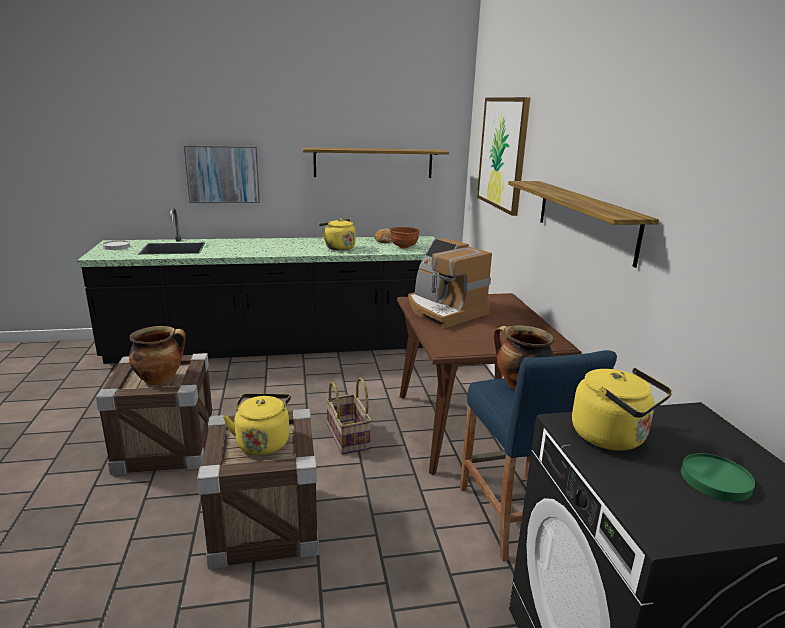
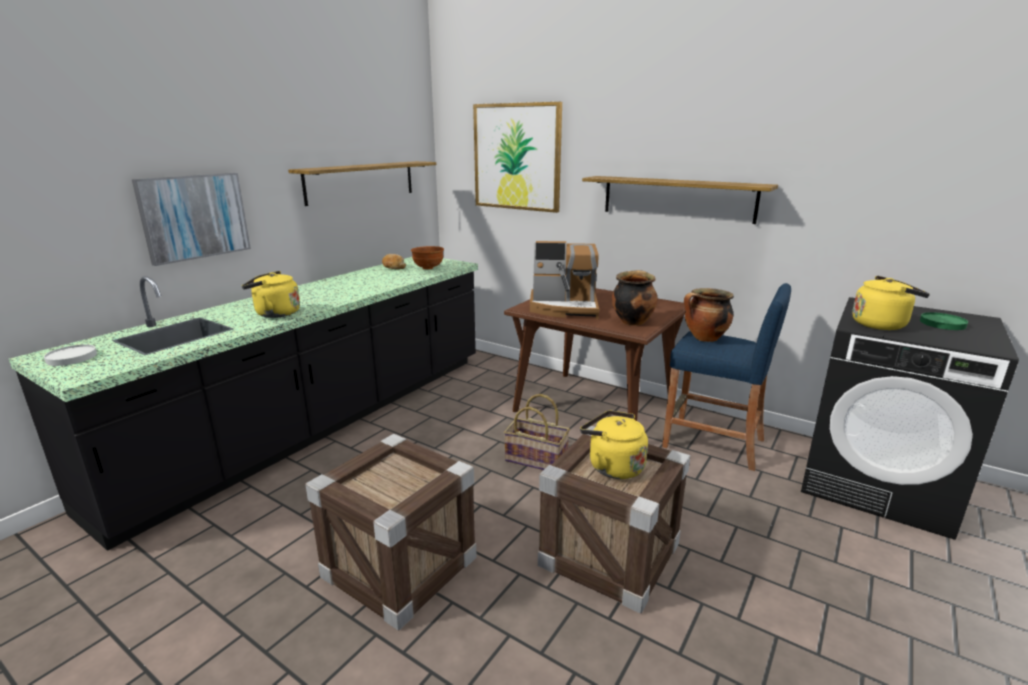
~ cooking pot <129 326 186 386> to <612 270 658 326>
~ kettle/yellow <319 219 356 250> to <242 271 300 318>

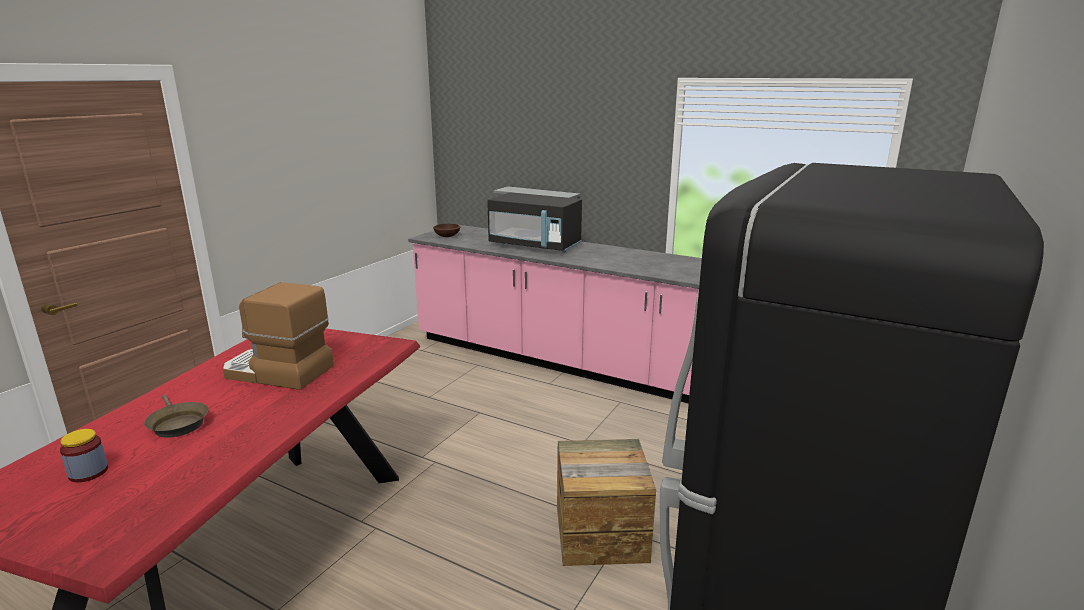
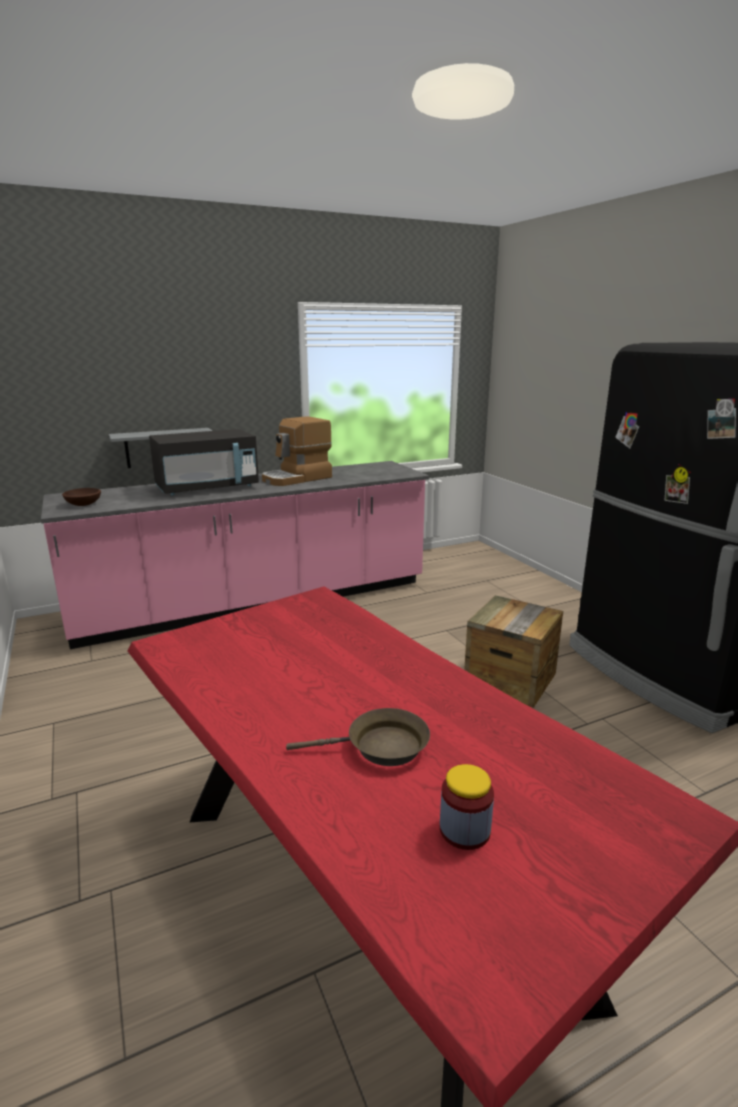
~ coffee machine <223 282 334 390> to <262 416 332 486>

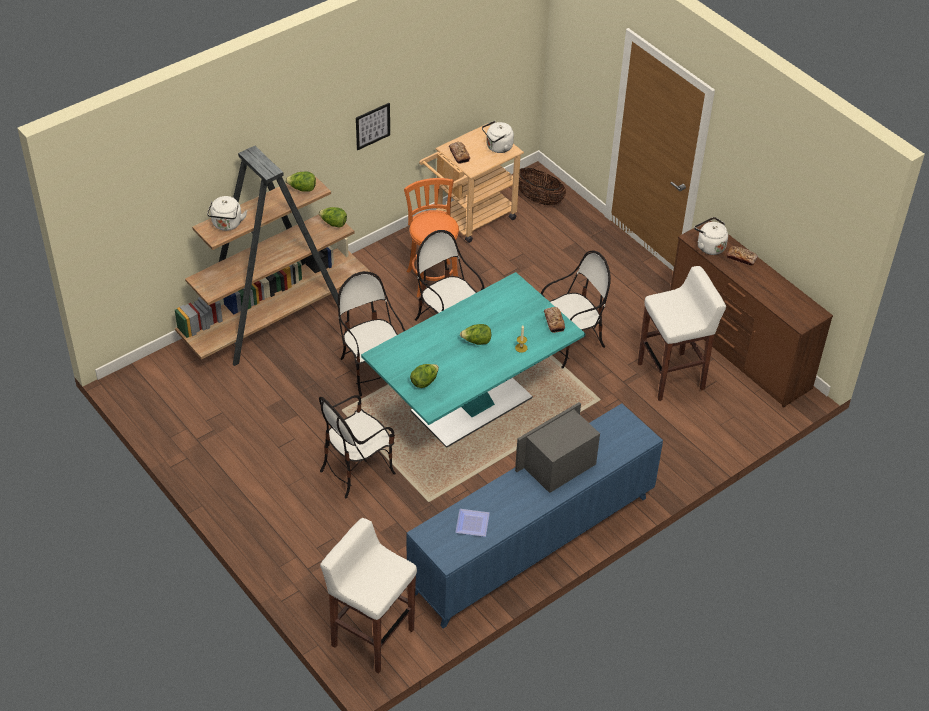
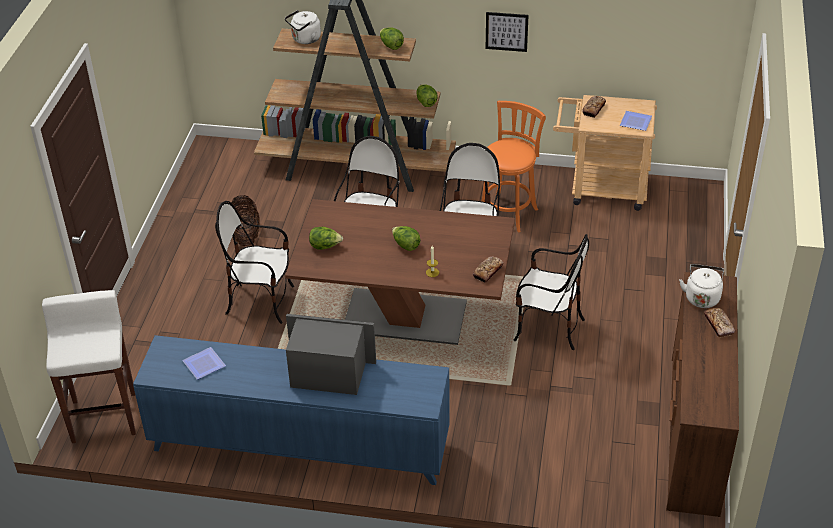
- stool/white <638 266 726 401>
~ basket <518 168 566 206> to <231 195 260 246>
~ kettle/white <482 121 514 153> to plate <620 111 652 131>
~ dining table/turquoise <361 272 586 448> to dining table/brown <285 199 515 345>

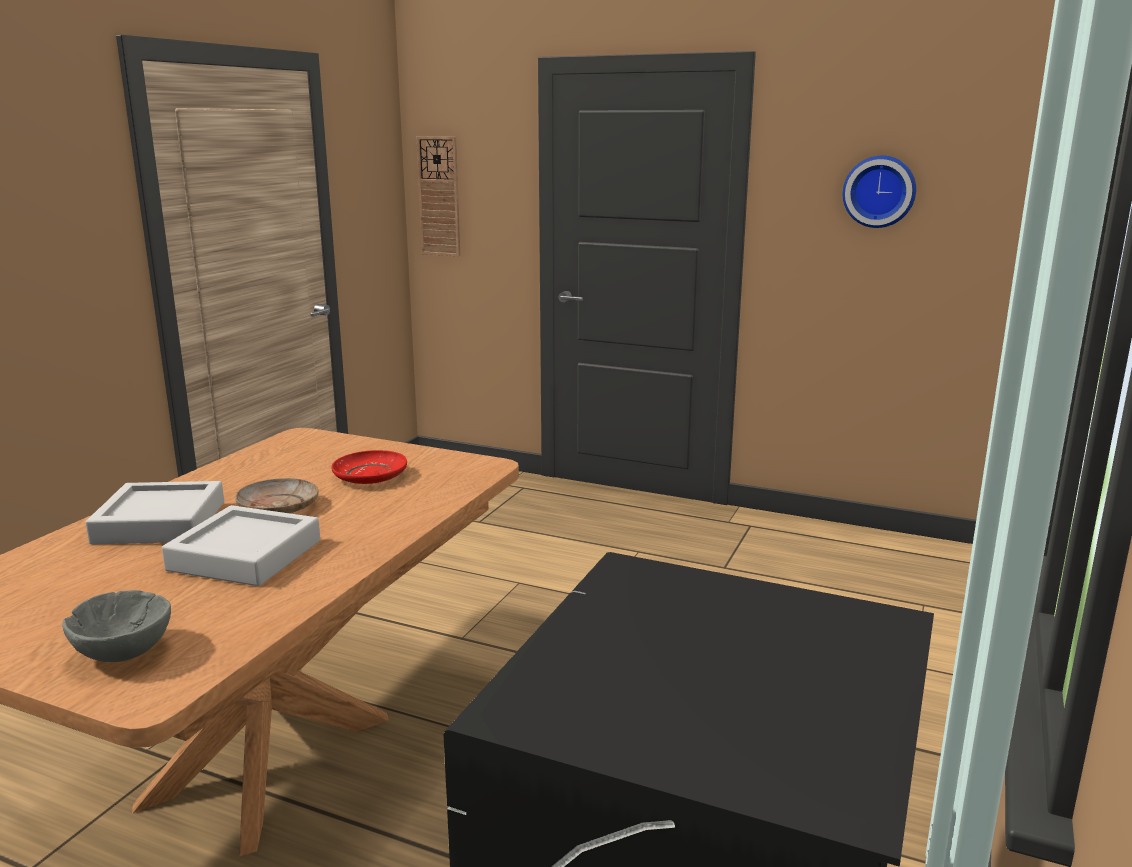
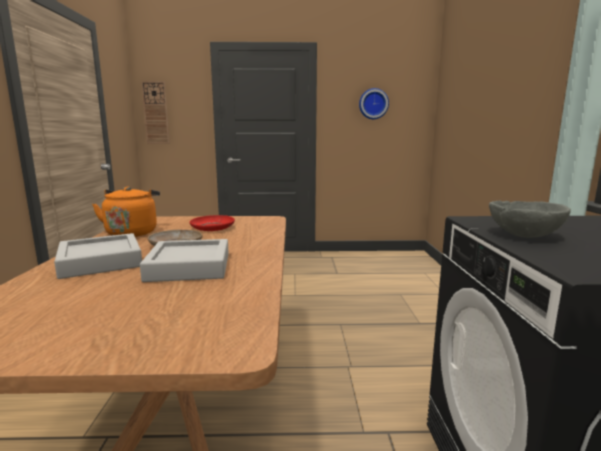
+ kettle/orange <92 186 160 237>
~ bowl/grey <62 590 171 662> to <489 201 571 238>

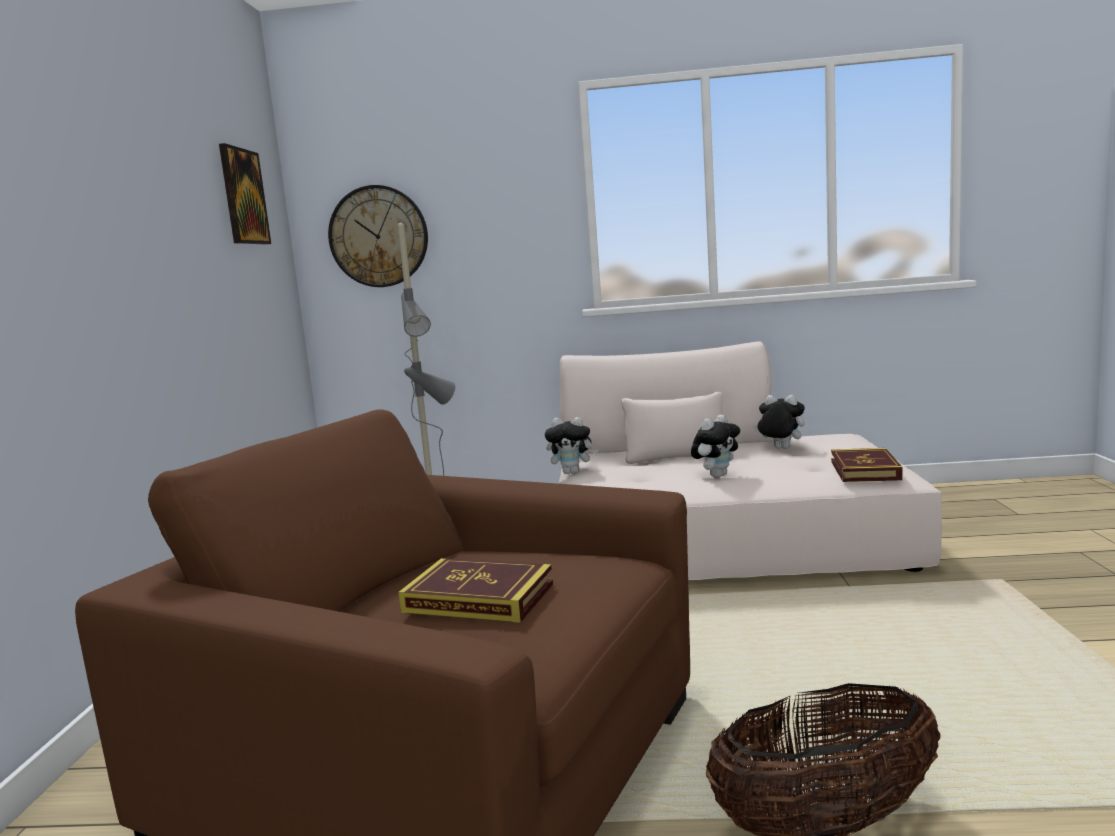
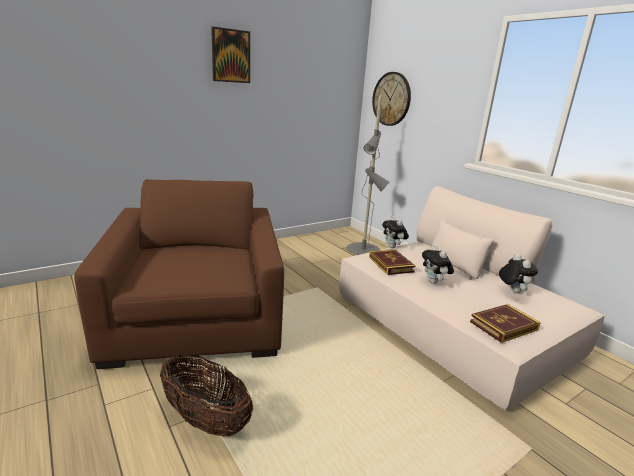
~ picture <219 143 271 244> to <211 27 250 83>
~ book <399 558 553 623> to <369 249 415 275>
~ plush toy <691 414 740 478> = <422 245 454 284> 60 degrees clockwise

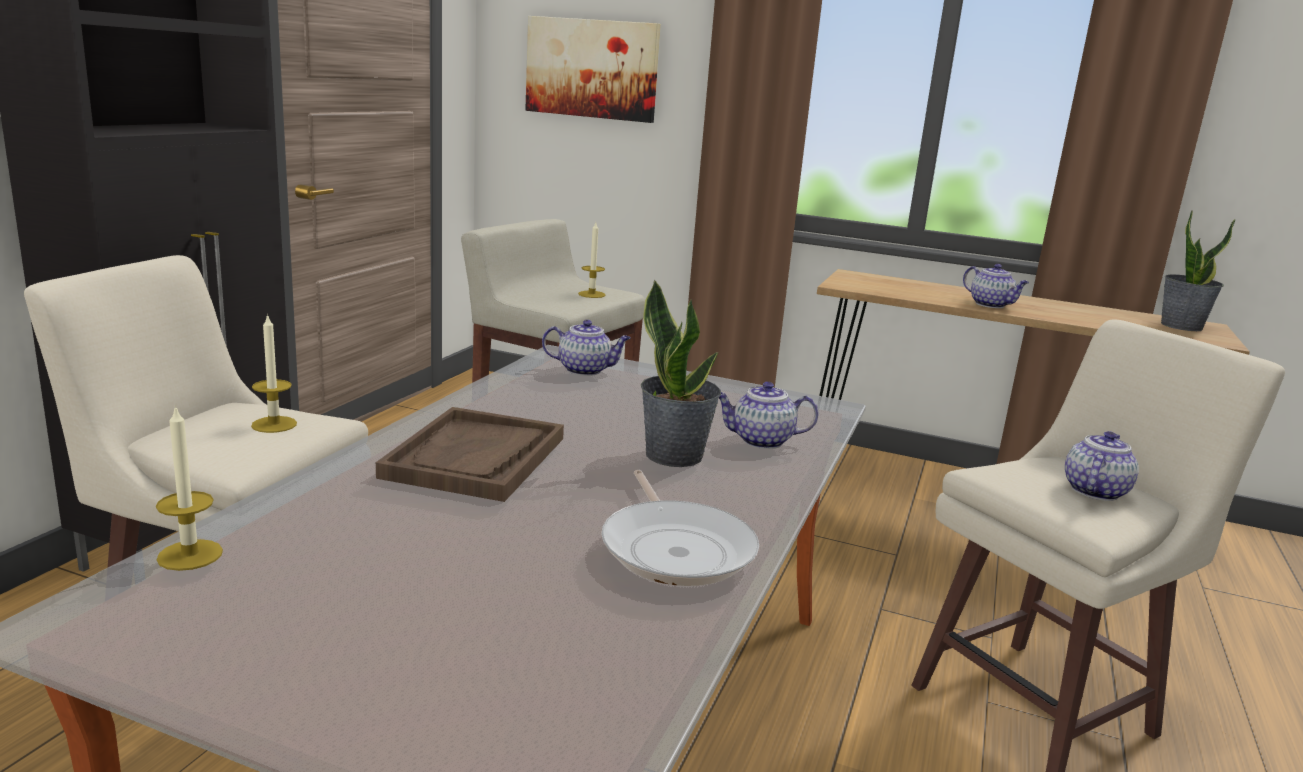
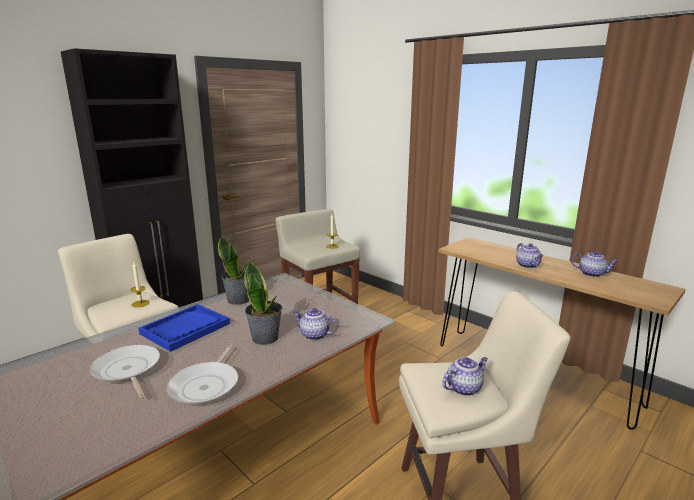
- candle <156 405 223 571>
- picture <525 16 661 123>
+ frying pan <90 345 160 399>
~ teapot <542 320 631 376> to <571 251 619 277>
~ potted plant <1161 210 1236 331> to <218 236 249 305>
~ tray/brown <376 407 564 502> to tray/blue <138 304 230 352>

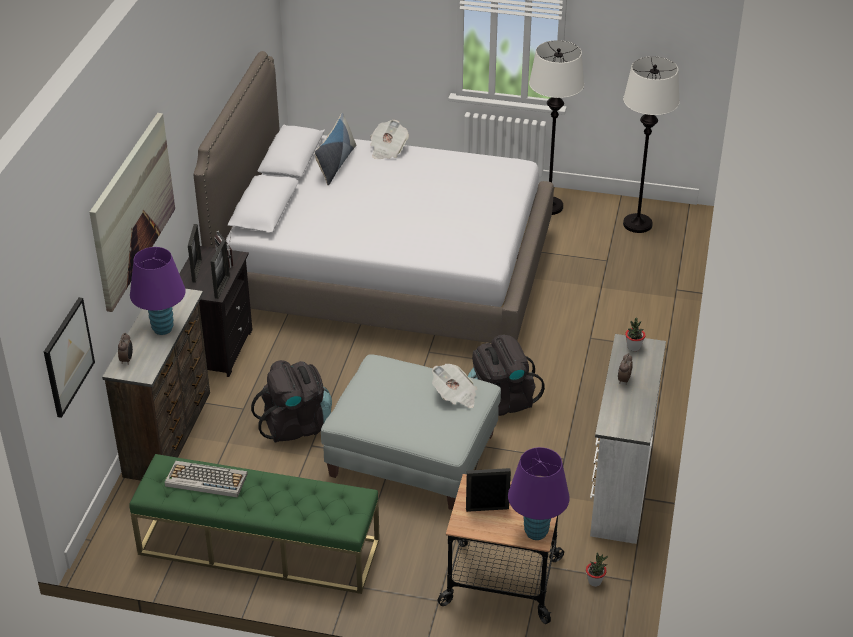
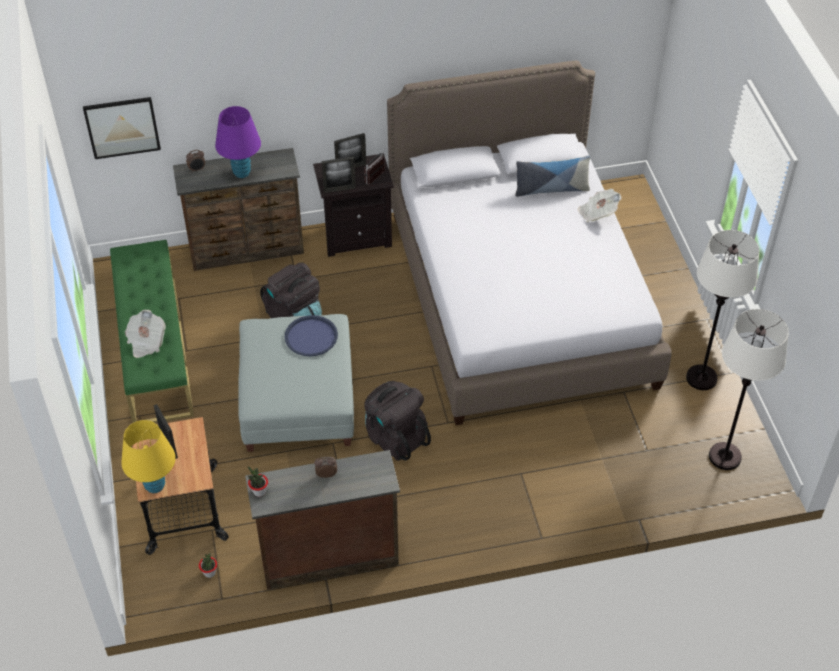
- picture <89 113 175 312>
- keyboard <165 461 248 498>
+ tray/blue <285 315 338 356>
~ newspaper <432 364 477 408> to <125 310 166 358>
~ potted plant <625 318 646 351> to <248 466 268 497>
~ table lamp/purple <508 447 570 540> to table lamp/yellow <121 420 176 493>
~ dresser/white <590 334 666 544> to dresser/brown <245 450 400 590>

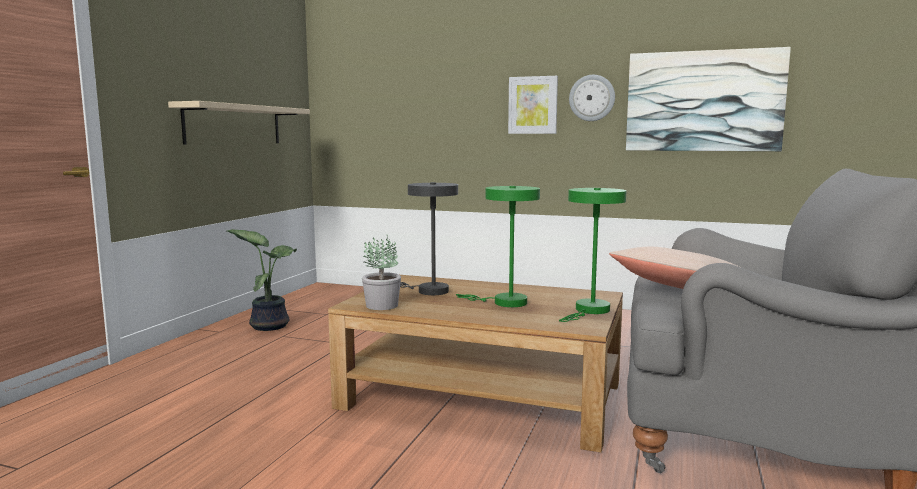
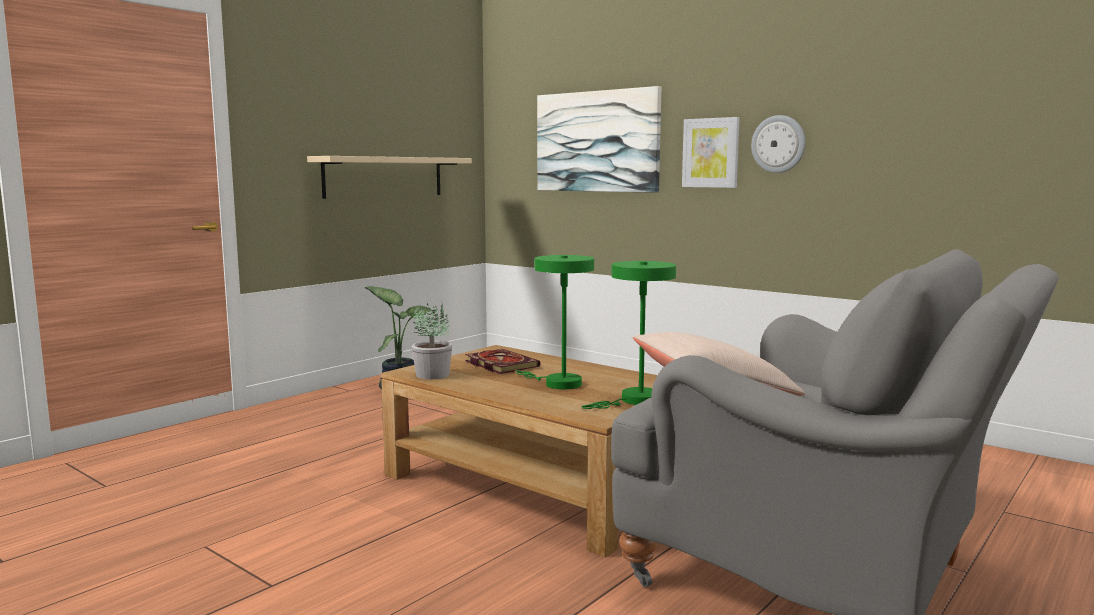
~ picture <626 47 791 151> to <537 86 661 193>
~ table lamp/grey <400 182 458 295> to book <465 349 540 374>

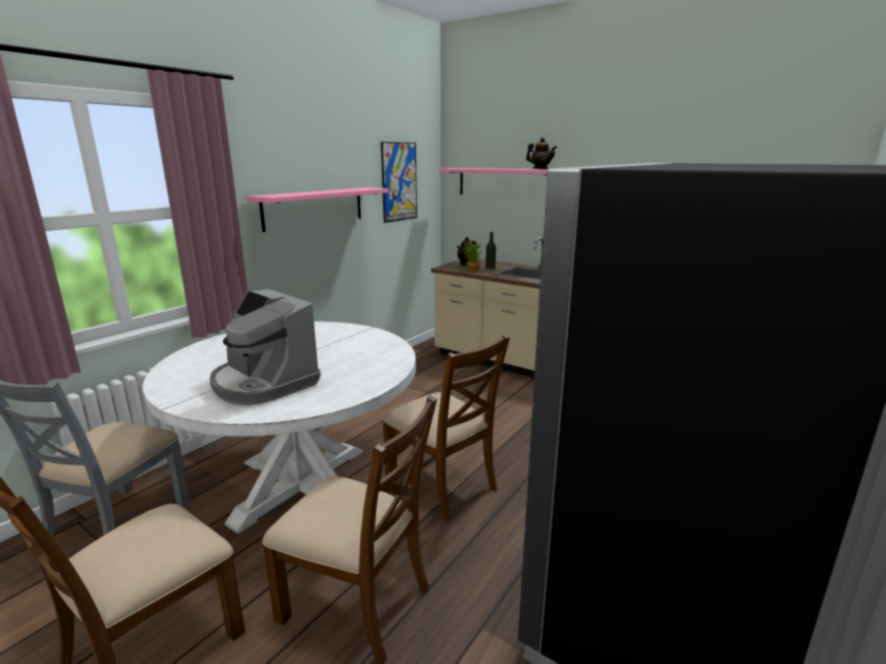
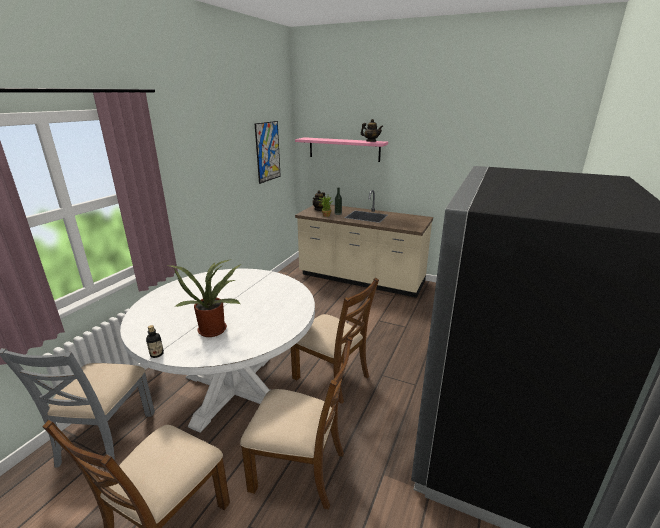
- shelf/pink <247 187 389 232>
+ bottle <146 325 164 358>
~ coffee machine <210 289 321 405> to potted plant <167 259 241 337>

